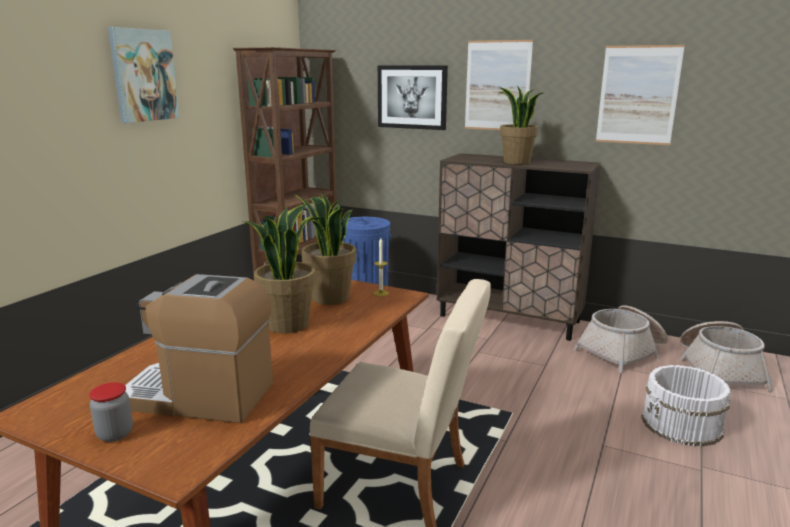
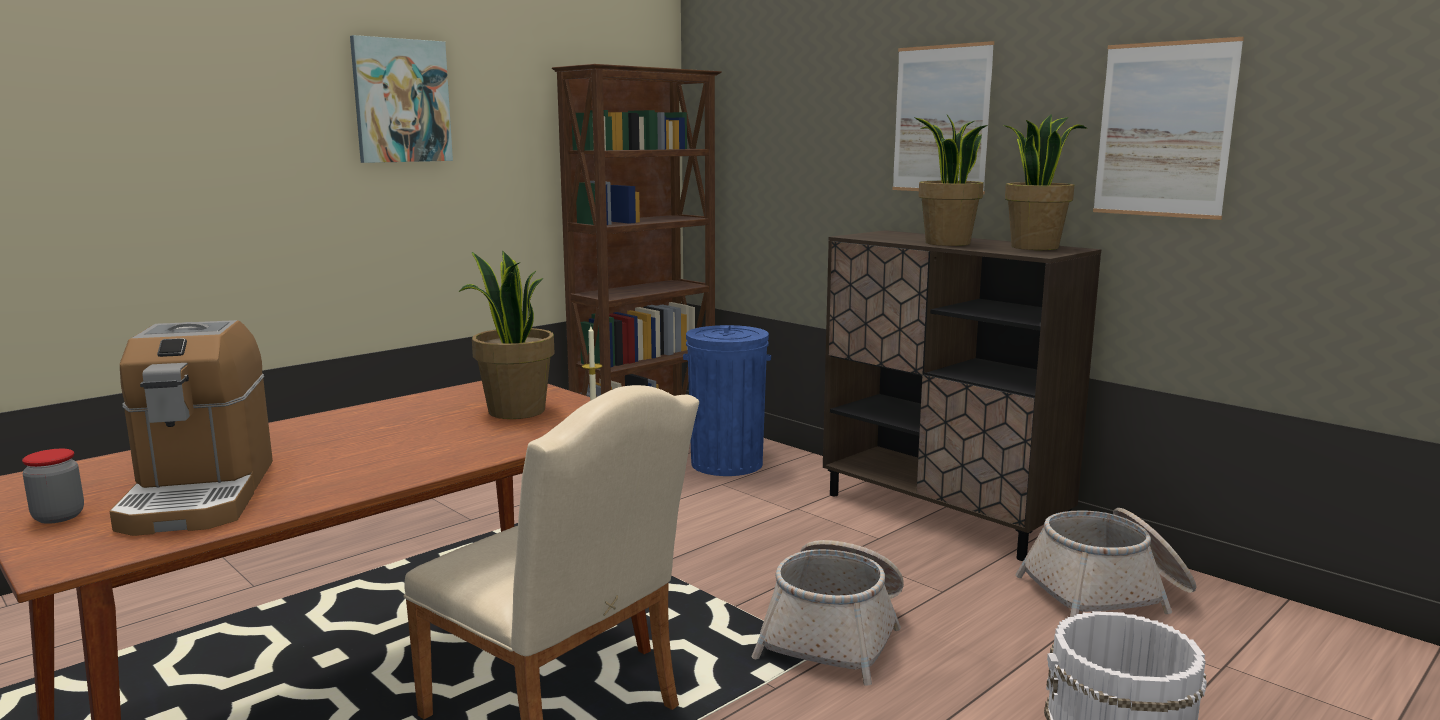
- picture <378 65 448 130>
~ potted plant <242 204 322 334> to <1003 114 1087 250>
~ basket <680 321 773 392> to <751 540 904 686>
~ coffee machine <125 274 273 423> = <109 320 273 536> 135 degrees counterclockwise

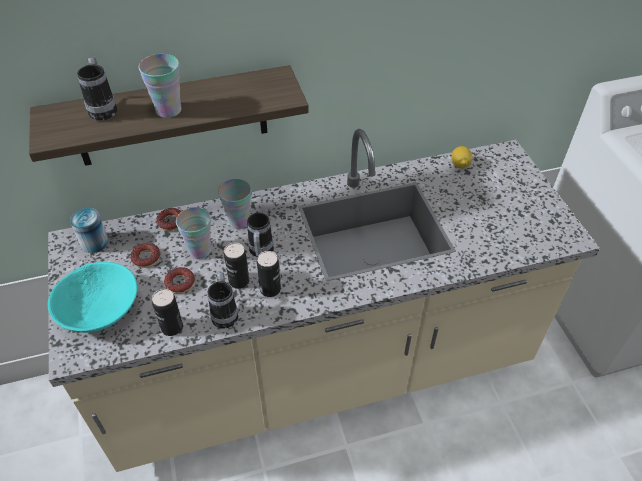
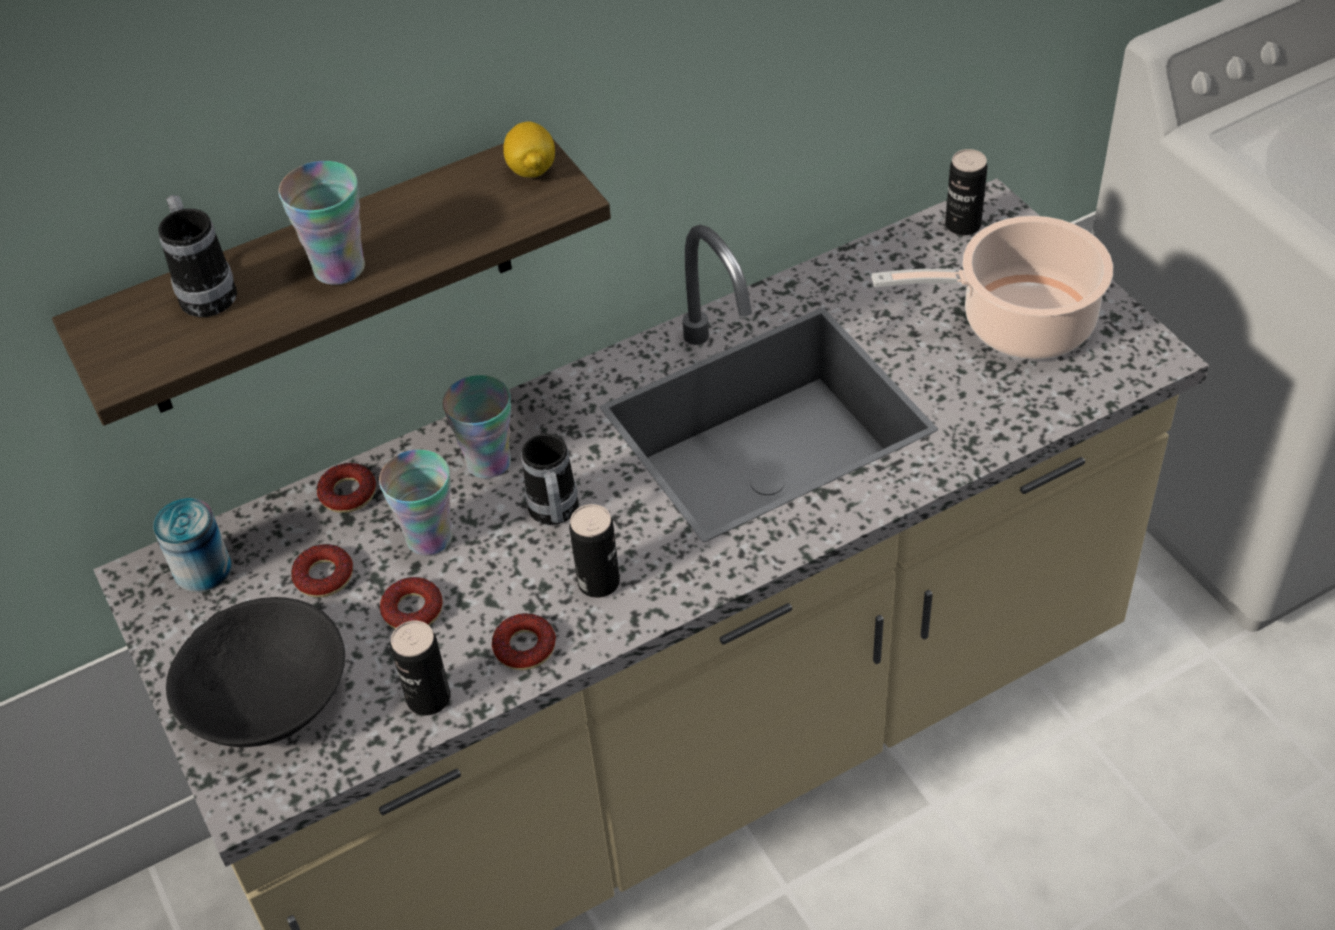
+ cooking pot <872 216 1113 359>
~ can <224 243 249 289> to <945 149 987 236>
~ lemon <451 146 473 169> to <503 122 555 178>
~ mug <207 271 238 329> to donut <492 613 556 670>
~ bowl/turquoise <48 262 137 333> to bowl/black <166 597 345 747>

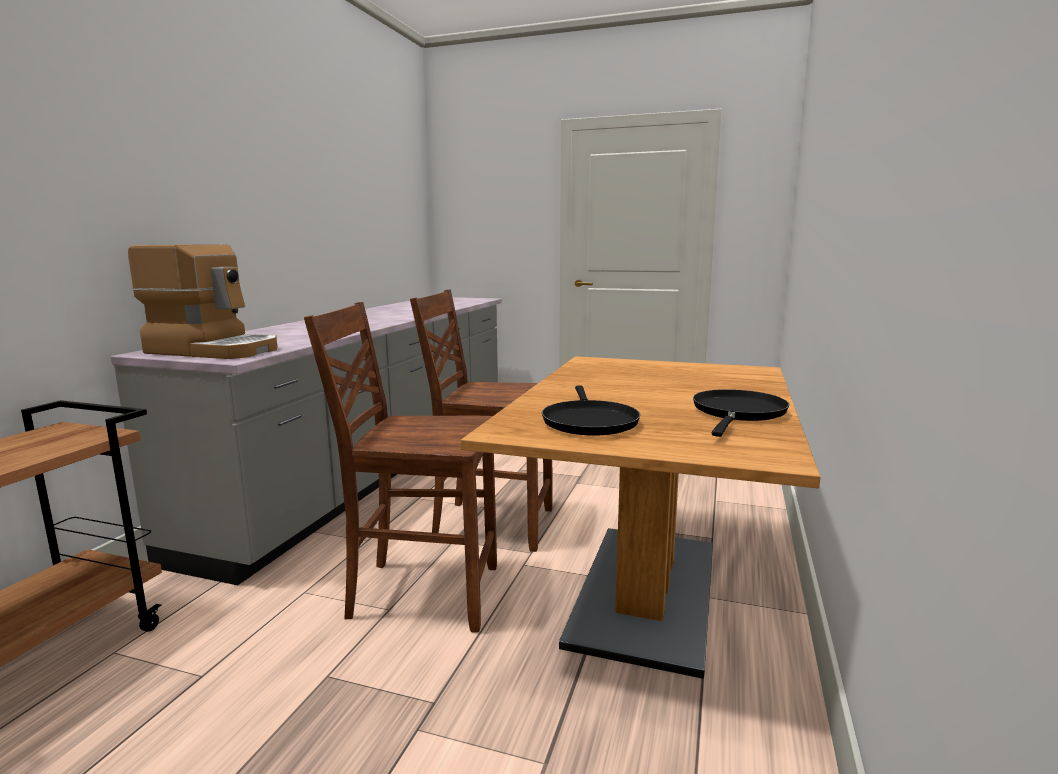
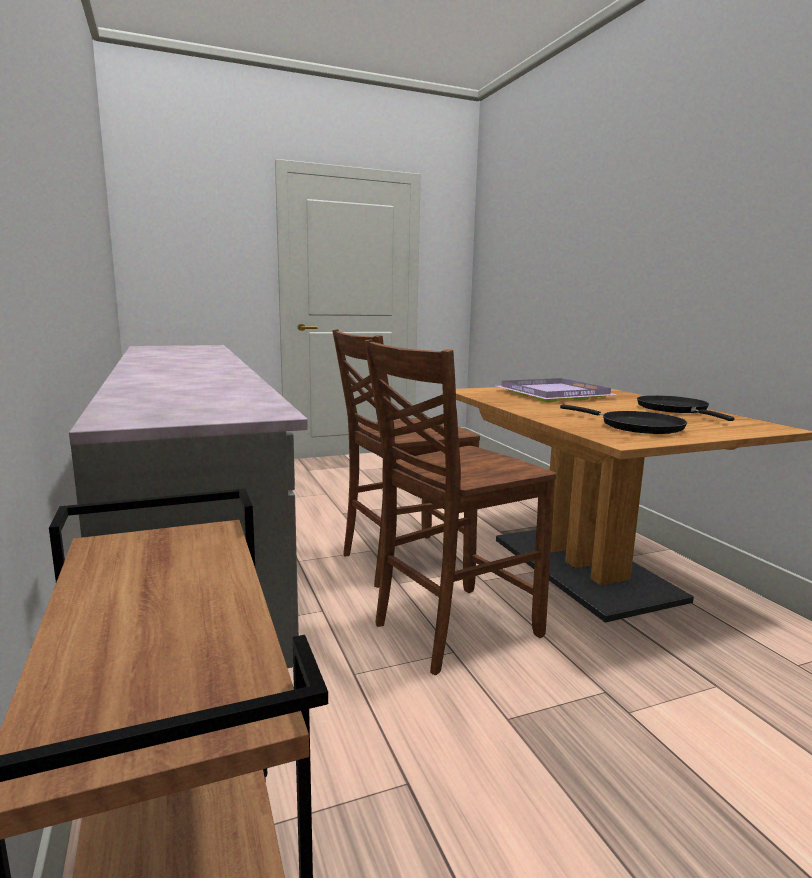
- coffee machine <128 245 277 359>
+ tray/purple <496 378 617 402>

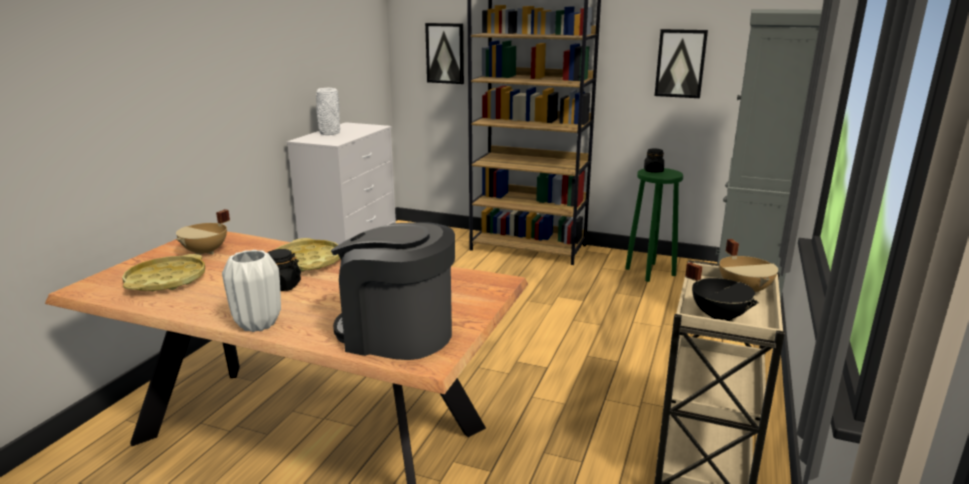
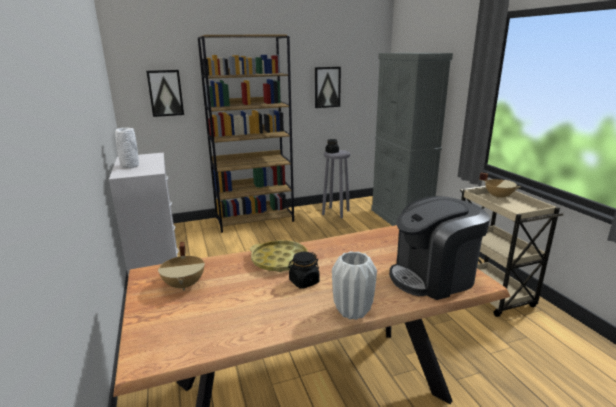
- tray/yellow <122 254 205 291>
- cooking pot/black <685 262 759 322>
~ stool/green <625 168 683 282> to stool/grey <322 150 350 218>

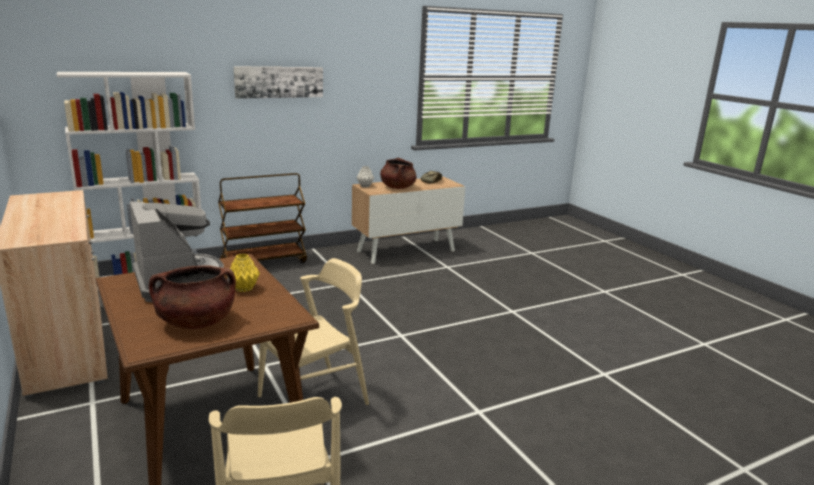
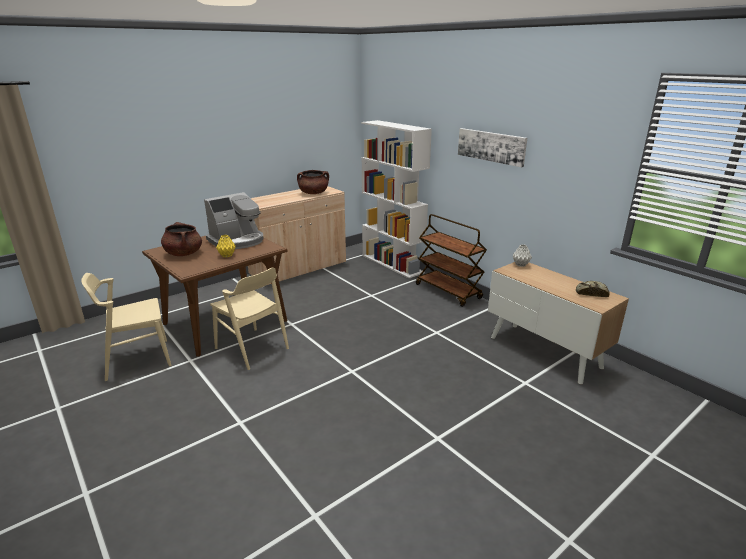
~ cooking pot/brown <380 158 417 189> to <297 170 329 194>

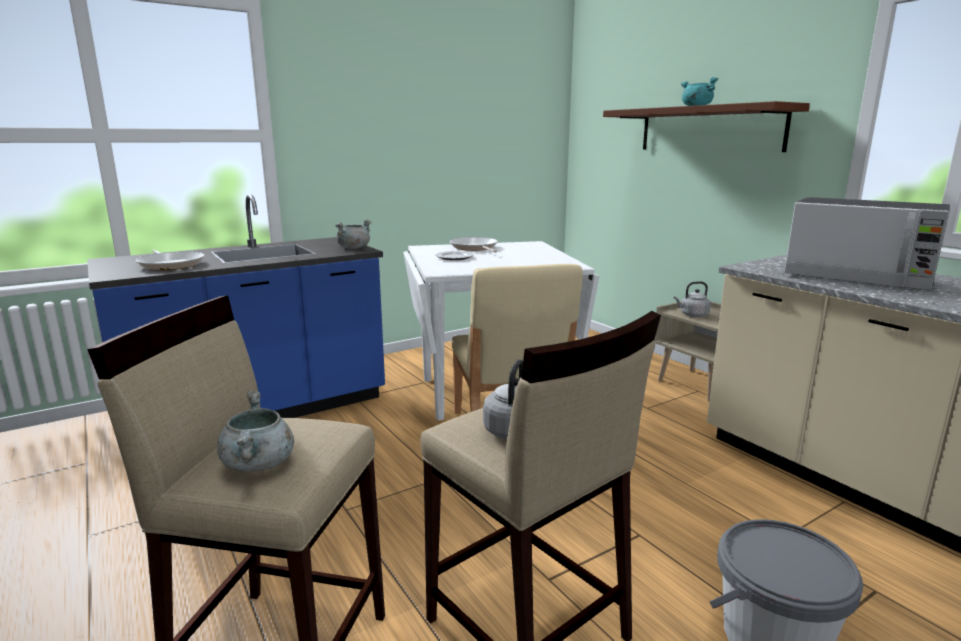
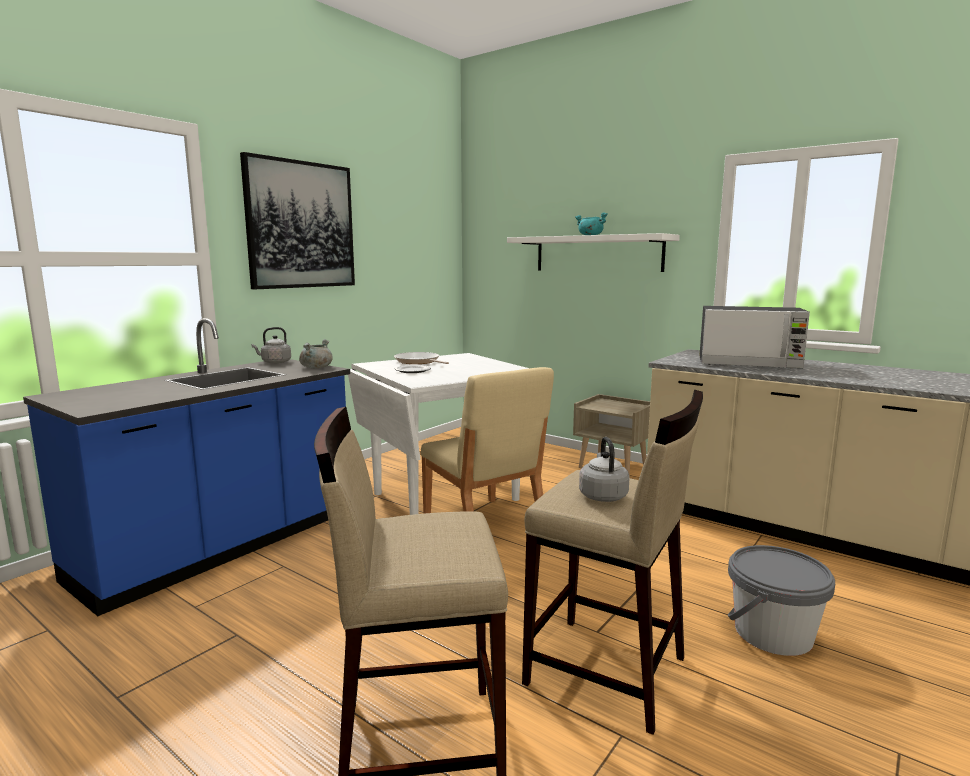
- frying pan <135 250 205 270>
- cooking pot/grey <217 391 294 472>
+ picture <240 152 355 289>
~ kettle/grey <674 281 711 317> to <252 327 291 364>
~ shelf/brown <603 101 810 152> to shelf/white <507 233 680 272>

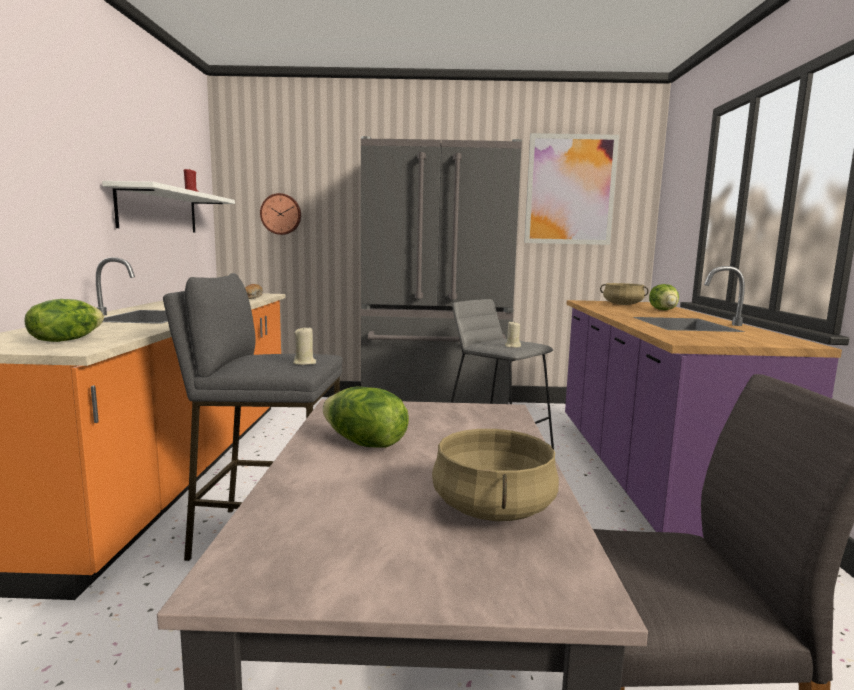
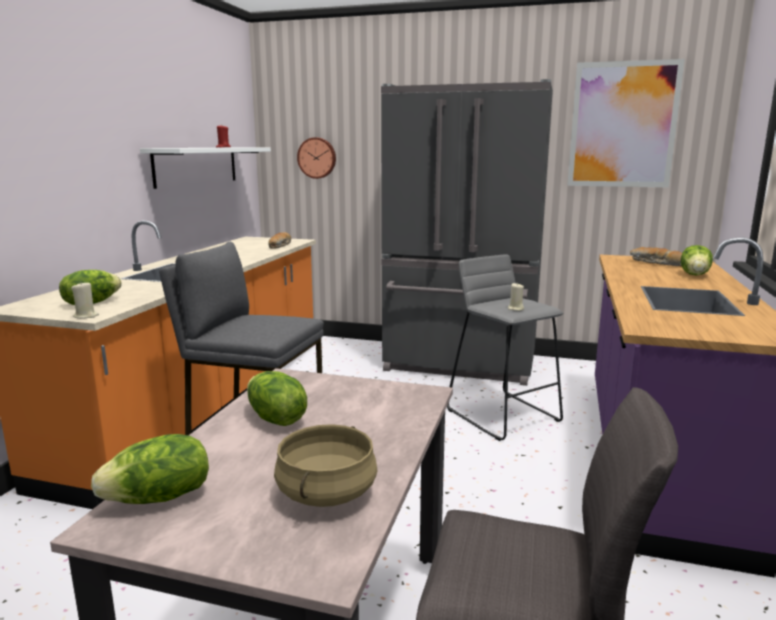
+ lettuce <91 434 209 504>
~ candle/beige <293 326 316 365> to <71 281 99 319>
~ cooking pot/beige <600 283 649 305> to bread <630 247 682 266>

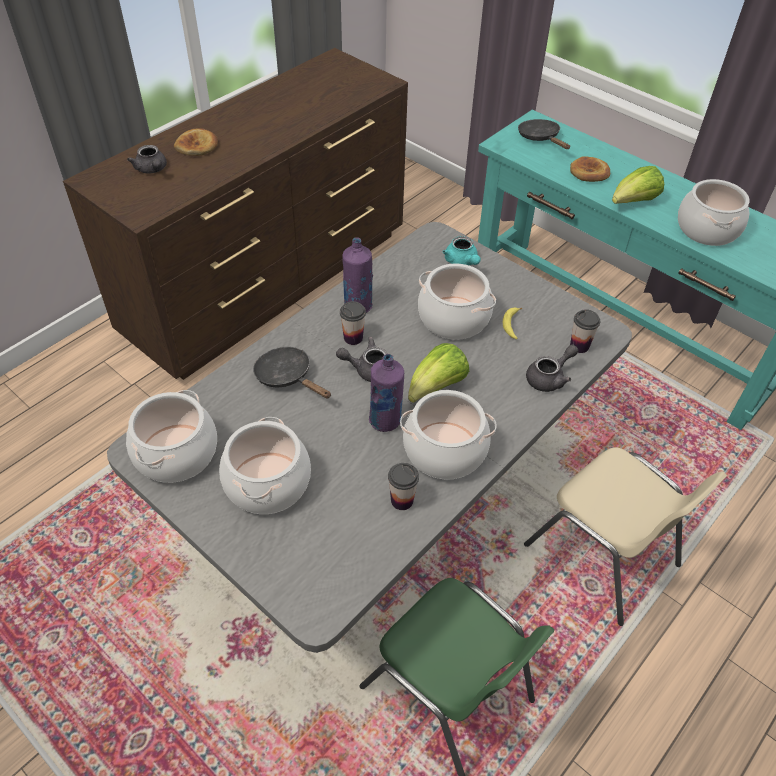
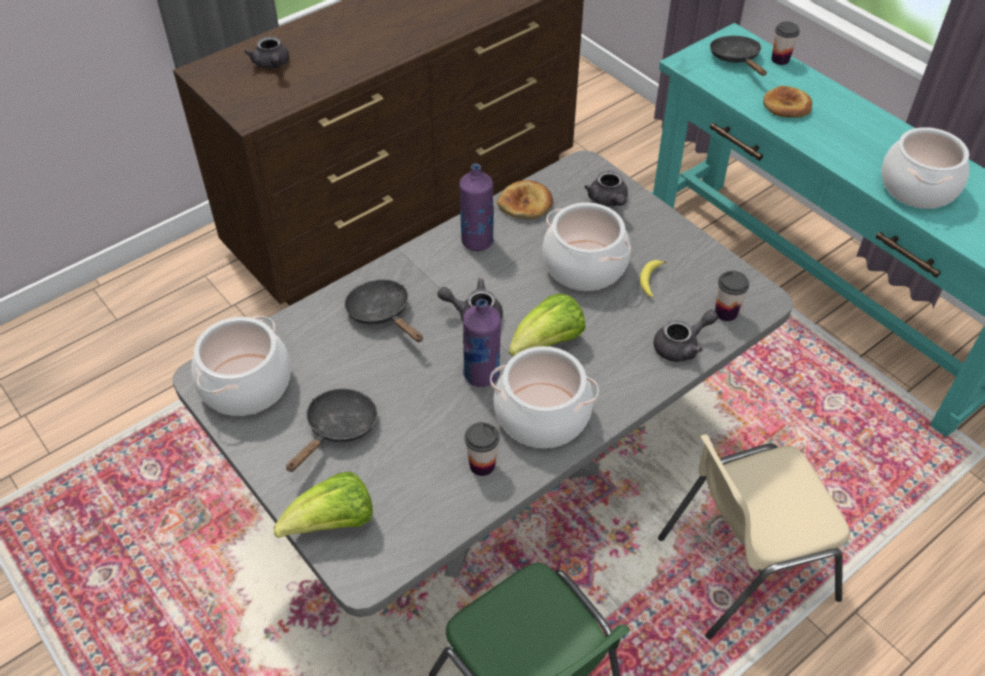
~ bread <174 128 218 156> to <497 180 553 220>
~ cup <340 301 366 345> to <771 22 800 65>
~ lettuce <612 166 664 204> to <274 471 373 538>
~ cooking pot <219 417 311 514> to frying pan/black <286 389 378 472>
~ teapot/turquoise <443 236 481 265> to teapot/grey <584 171 628 207>
~ chair/beige <524 447 727 626> = <658 434 850 639> 105 degrees clockwise

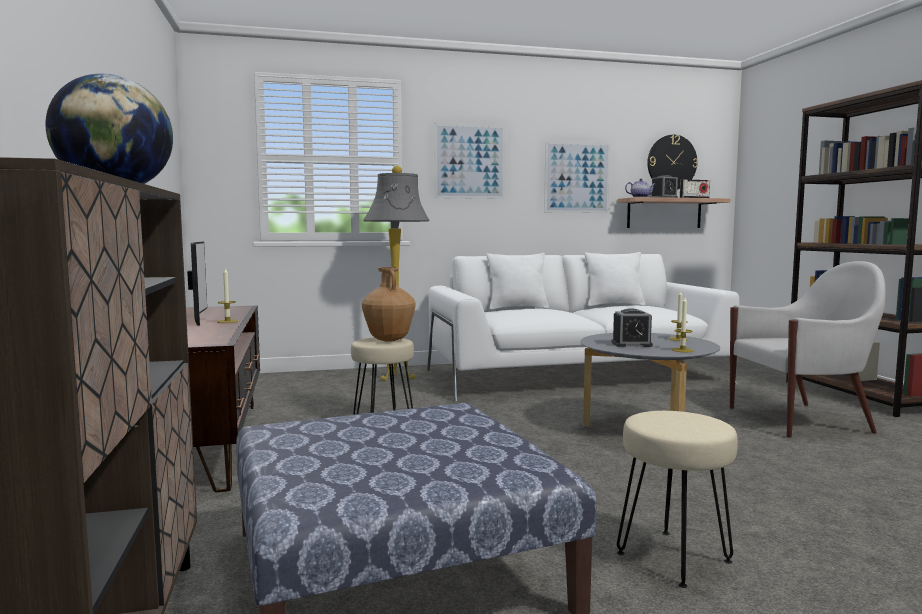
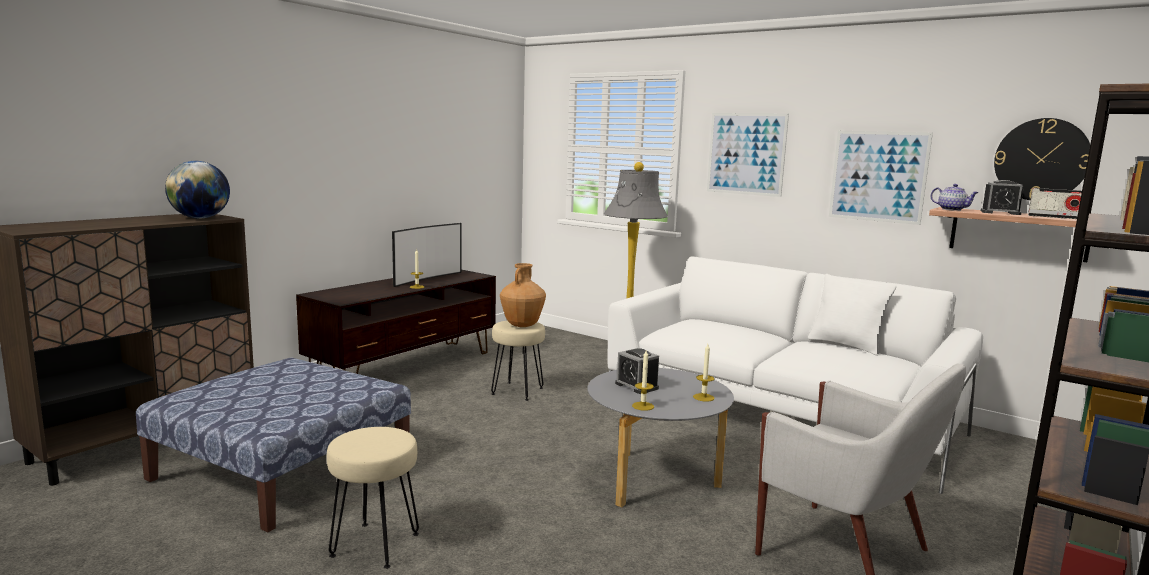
- pillow/white <487 253 549 310>

